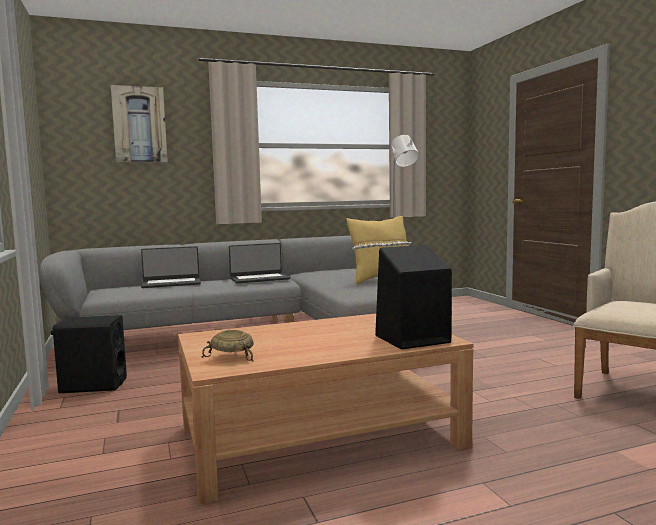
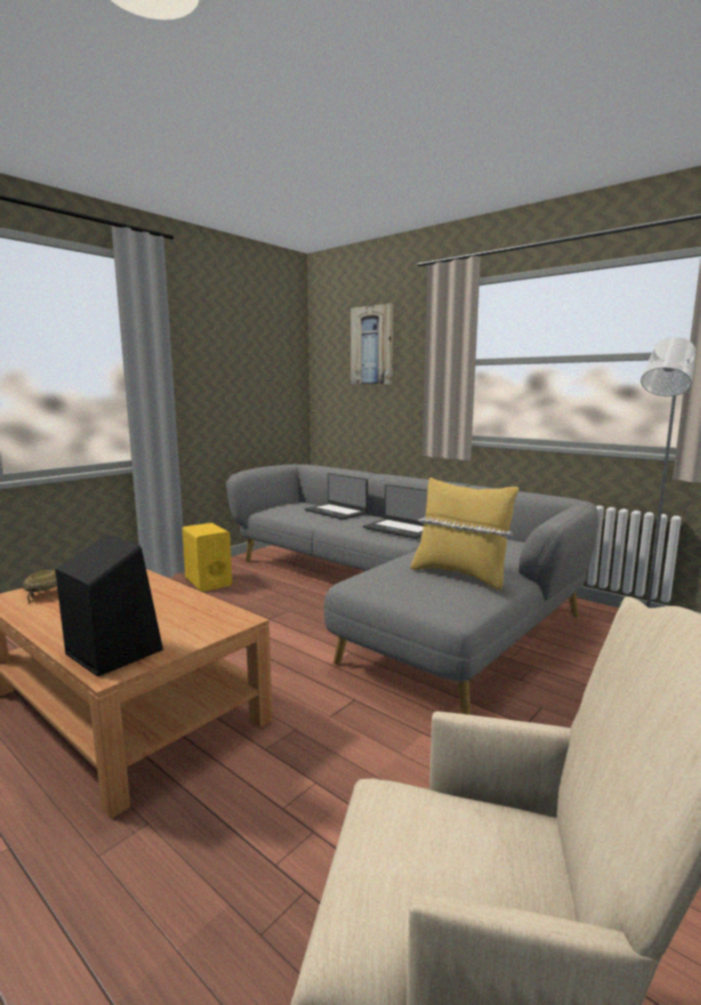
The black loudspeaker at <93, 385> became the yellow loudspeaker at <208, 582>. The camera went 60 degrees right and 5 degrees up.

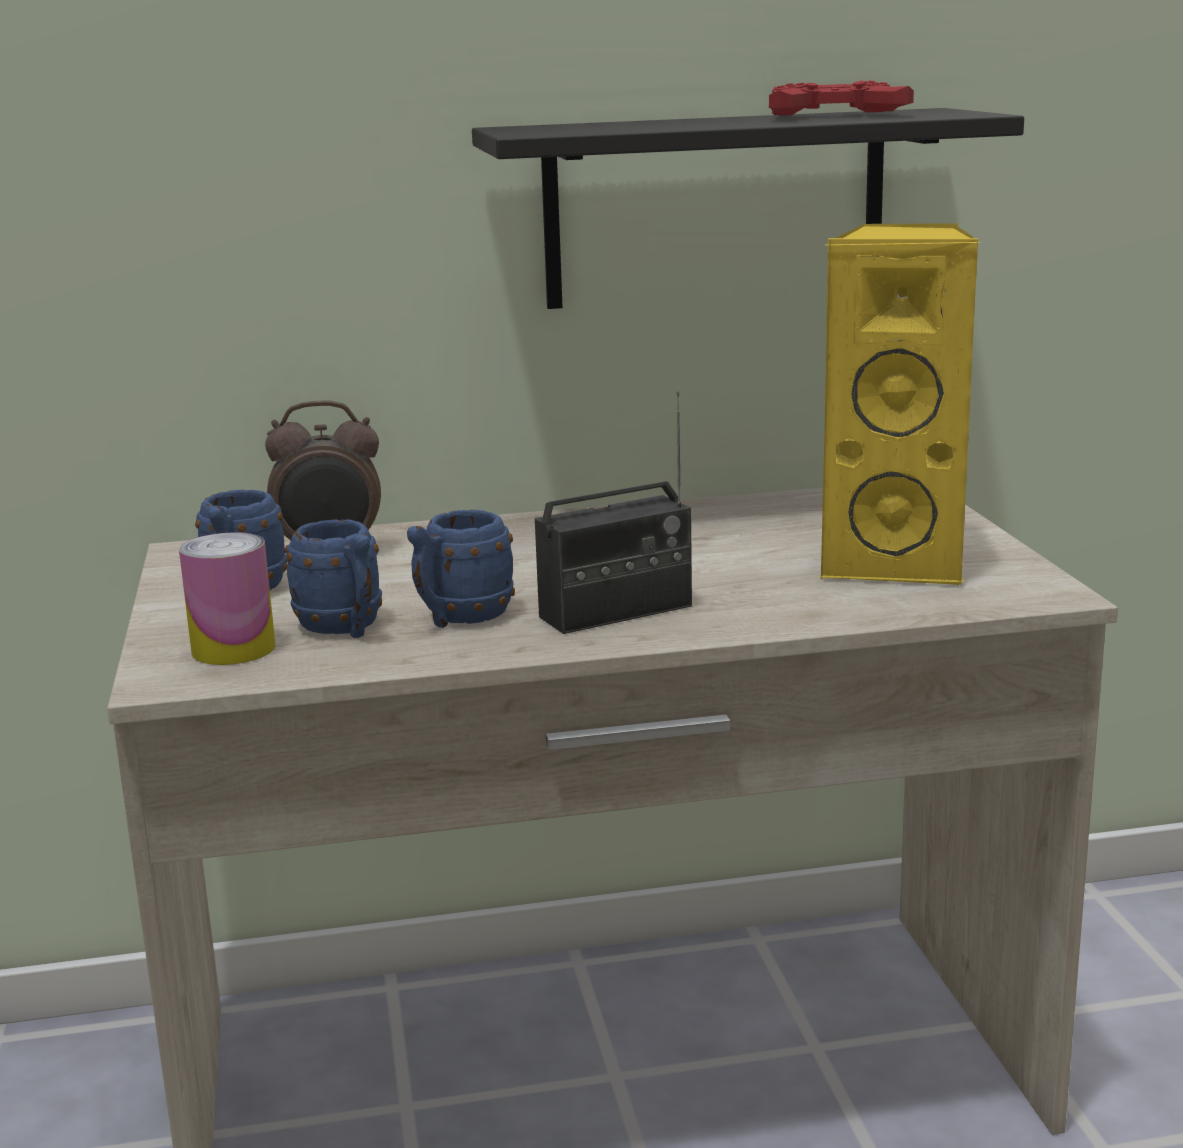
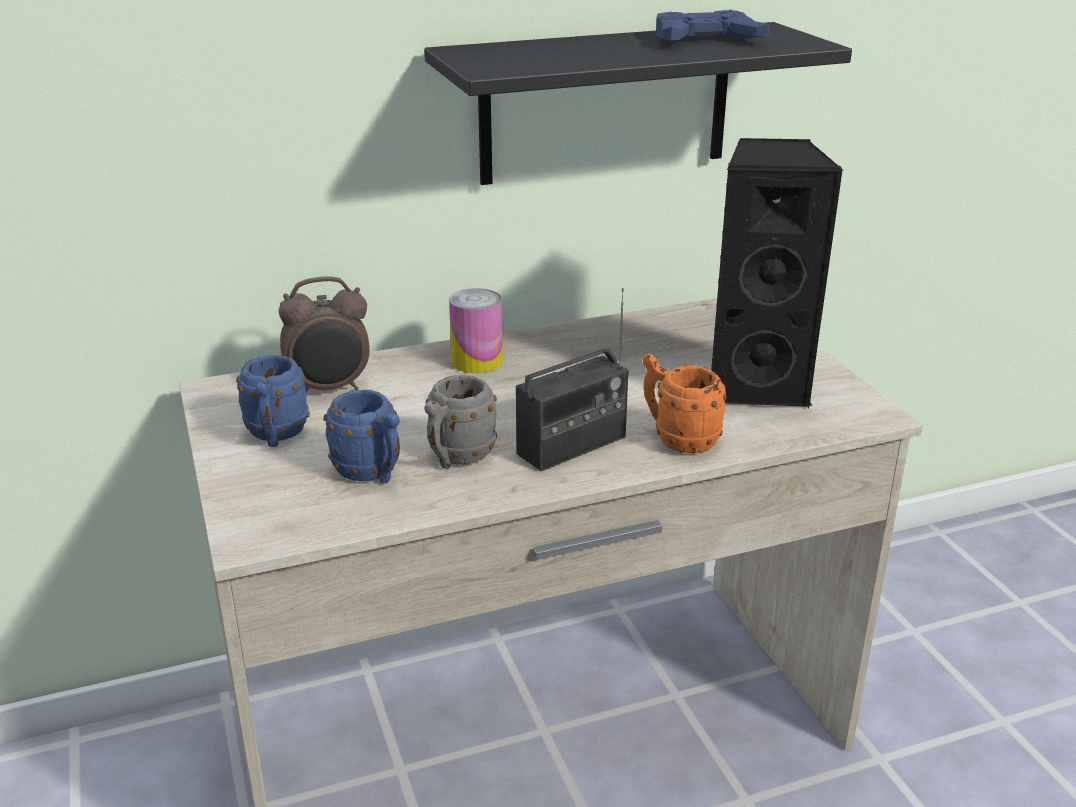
The red-coloured joypad at <834, 115> became the bluish joypad at <706, 40>. The yellow loudspeaker at <896, 563> became the black loudspeaker at <756, 385>. The bluish mug at <459, 618> became the grey mug at <456, 458>. The metal can moved from <233, 649> to <477, 361>. The orange mug at <677, 438> appeared. The camera went 10 degrees left and 10 degrees up.

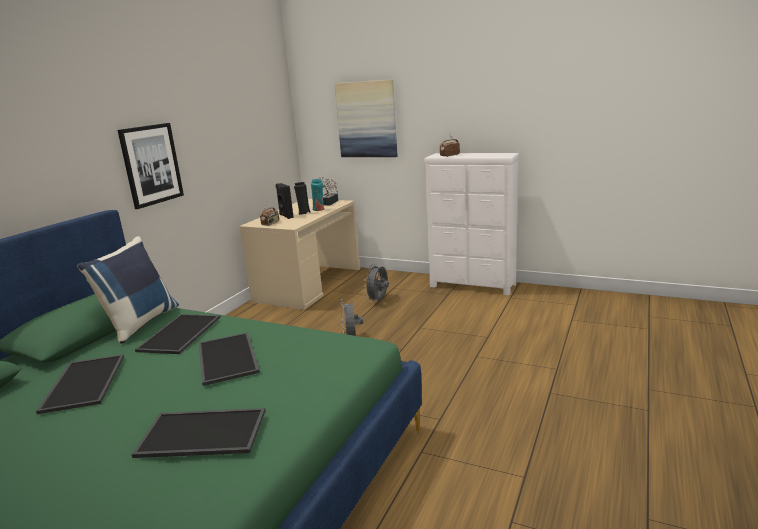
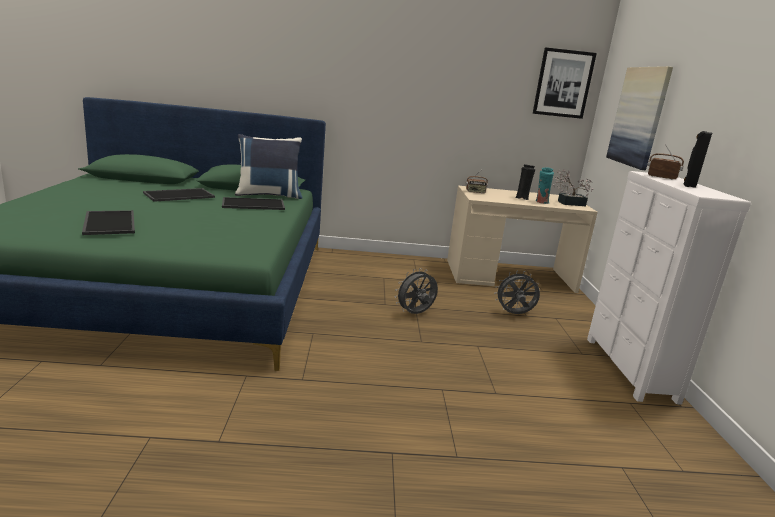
The wall art moved from <151, 164> to <563, 83>. The black loudspeaker moved from <285, 216> to <689, 184>. The carrying tray at <229, 358> disappeared. The camera went 60 degrees right and 0 degrees up.

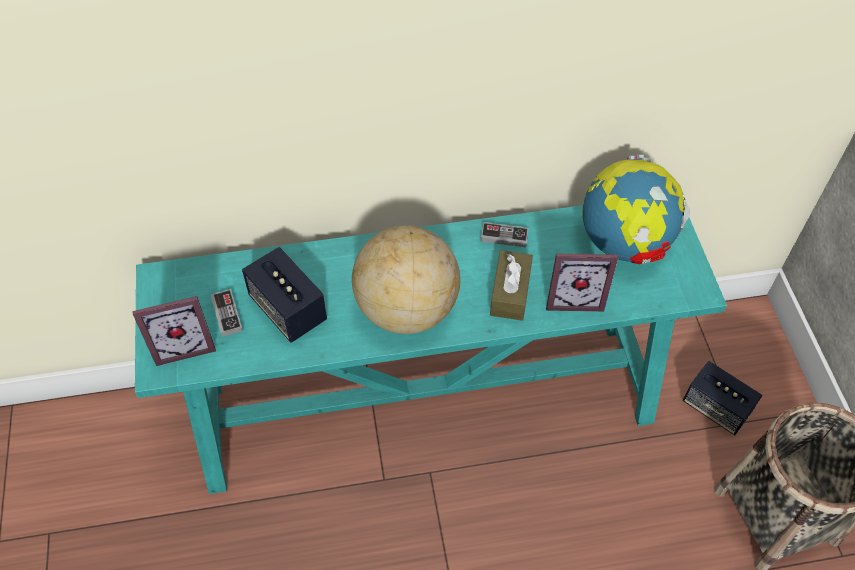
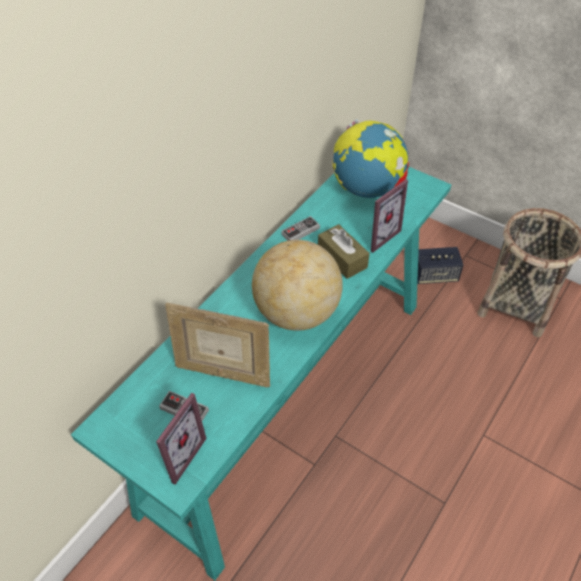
The loudspeaker at <288, 309> was replaced by the photo frame at <222, 372>. The camera went 45 degrees left and 5 degrees down.

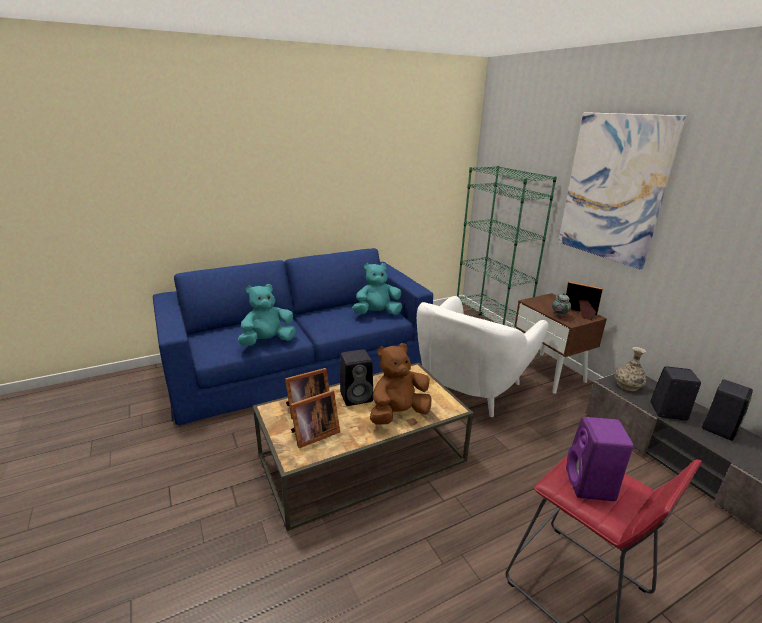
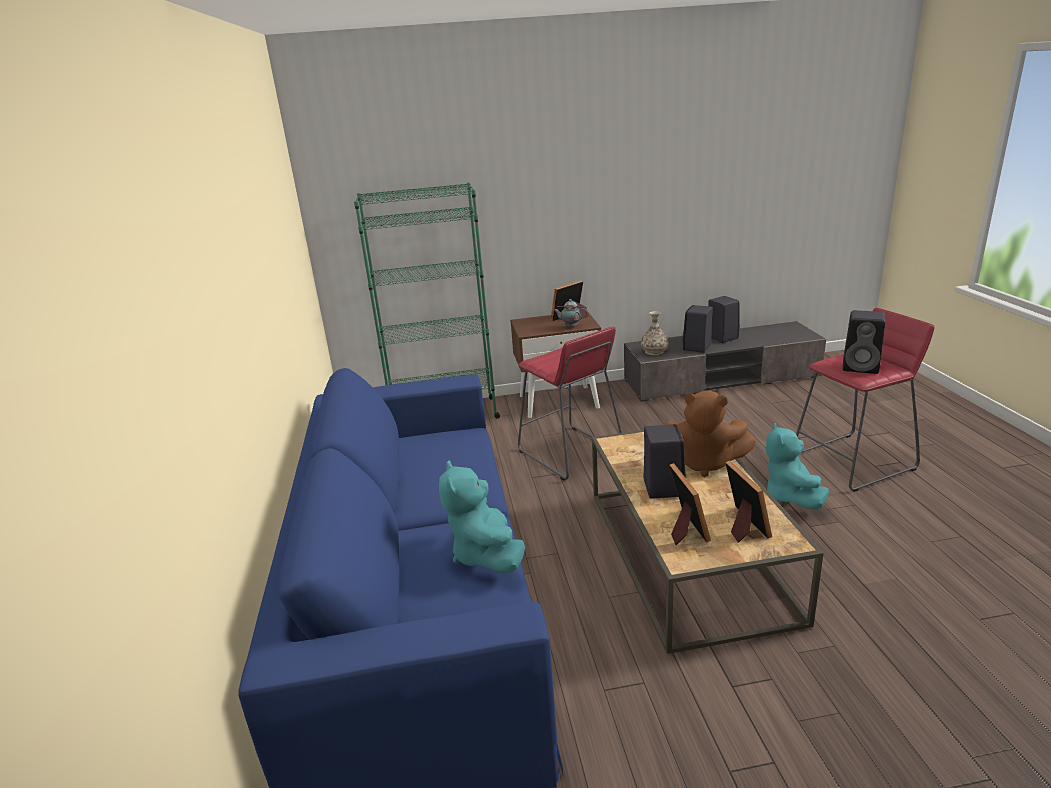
The wall art at <614, 188> disappeared. The turquoise-coloured soft toy moved from <377, 313> to <790, 496>. The whitish armchair at <471, 388> was replaced by the red-coloured stool at <570, 452>. The brown soft toy at <398, 414> turned 60 degrees counterclockwise. The purplish loudspeaker at <591, 486> became the black loudspeaker at <862, 367>. The camera went 70 degrees left and 0 degrees up.

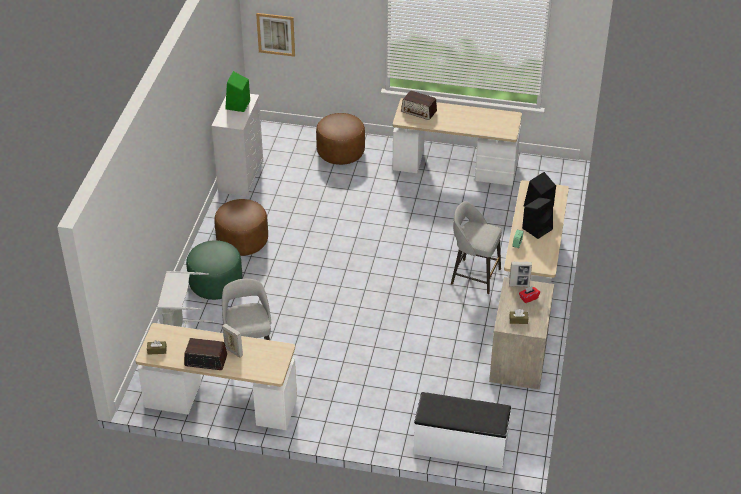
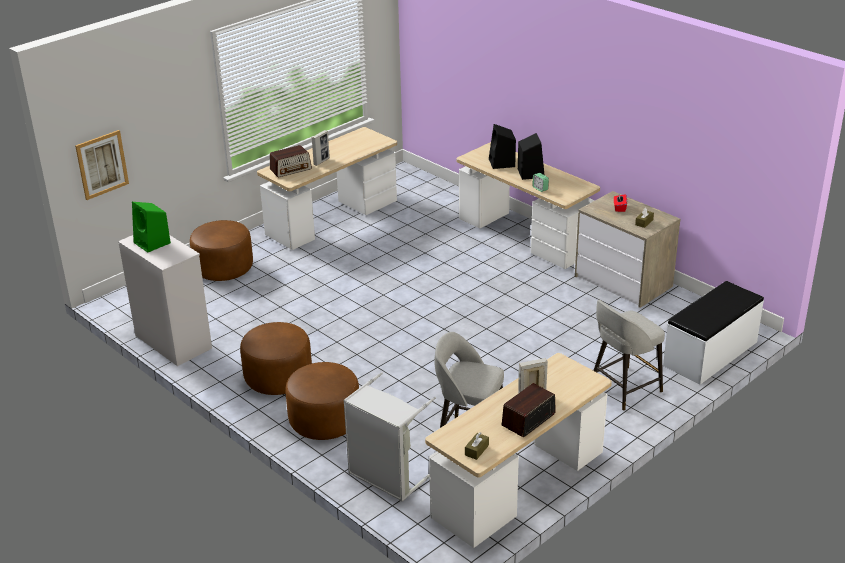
The grey stool moved from <474, 276> to <623, 389>. The green-coloured footrest at <216, 283> became the brown footrest at <324, 421>. The photo frame moved from <519, 285> to <321, 161>. The camera went 55 degrees left and 10 degrees down.

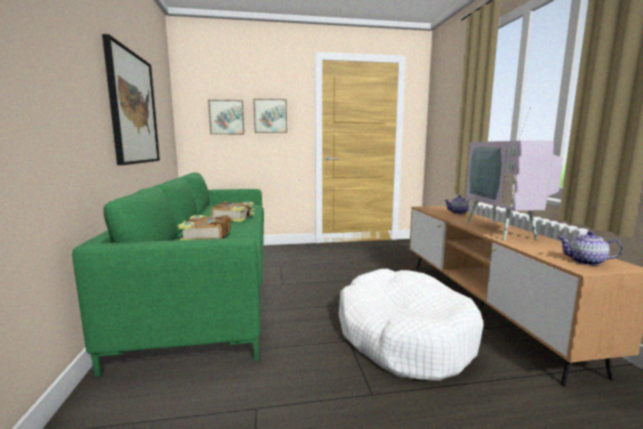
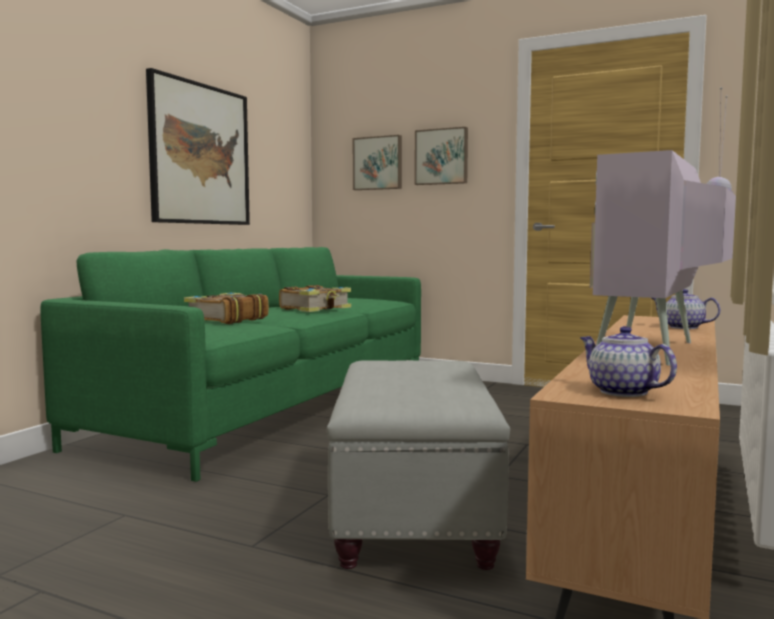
The whitish dog cushion at <403, 335> was replaced by the grey footrest at <413, 511>. The camera went 35 degrees right and 5 degrees down.

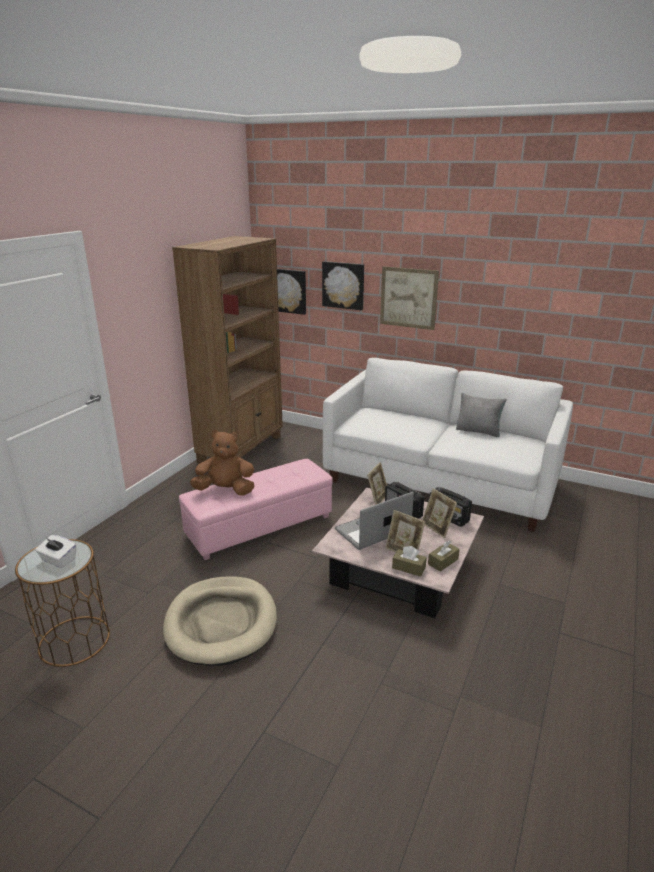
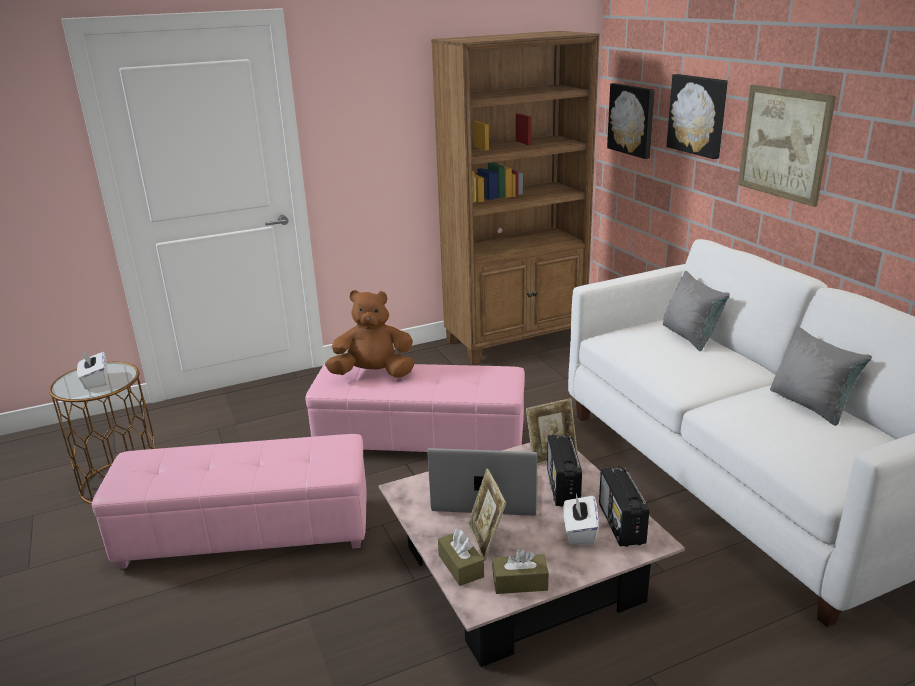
The brown soft toy at <225, 490> turned 45 degrees counterclockwise. The photo frame at <437, 528> was replaced by the whitish tissue holder at <579, 532>. The sand-coloured dog cushion at <221, 623> was replaced by the pink footrest at <248, 532>. The grey cushion at <690, 337> appeared. The camera went 40 degrees right and 0 degrees up.

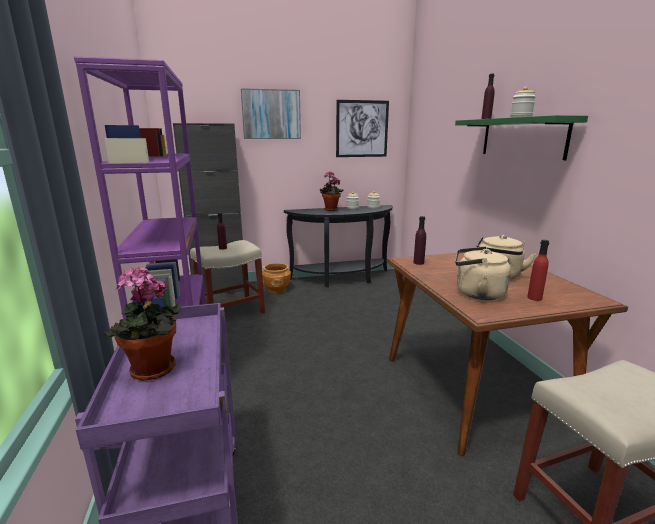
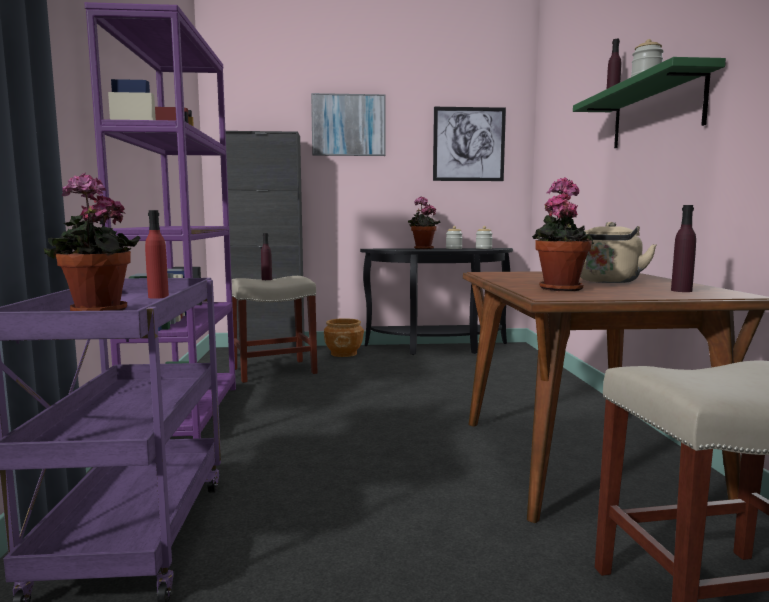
The purplish drink bottle moved from <418, 263> to <681, 291>. The red-coloured drink bottle moved from <534, 298> to <158, 297>. The sand-coloured tea kettle at <476, 293> was replaced by the plant in a pot at <559, 288>. The camera went 10 degrees right and 10 degrees down.

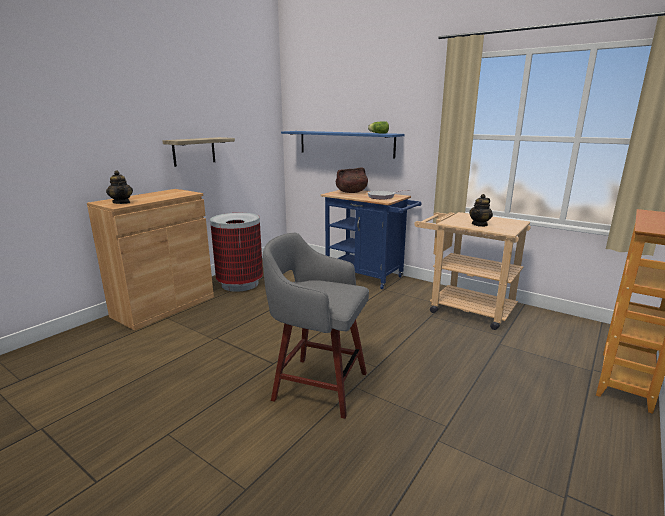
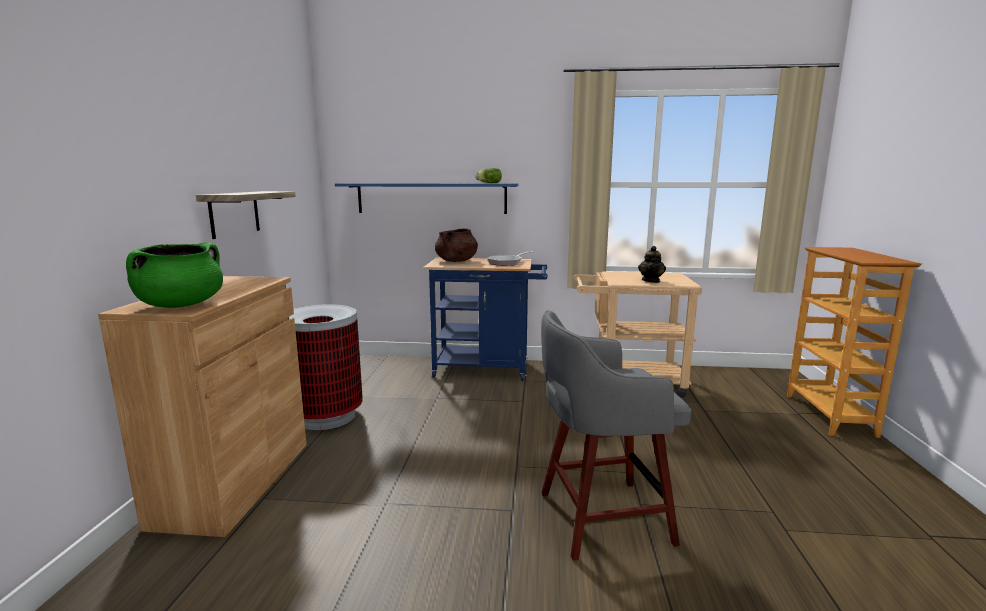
The pot for tea at <122, 202> was replaced by the green-coloured saucepot at <181, 305>. The camera went 30 degrees left and 5 degrees down.

